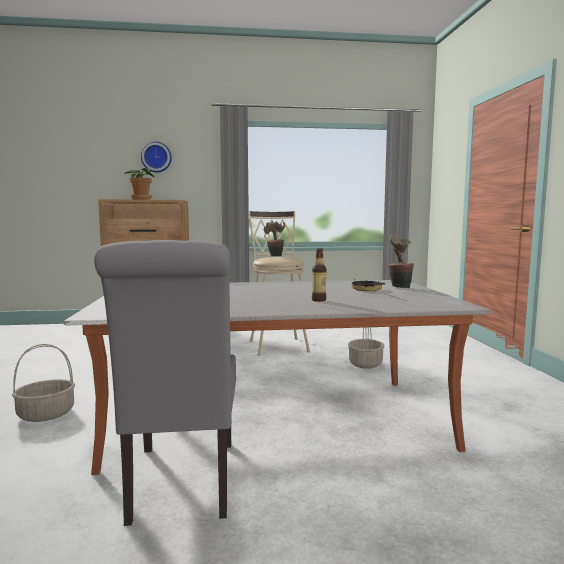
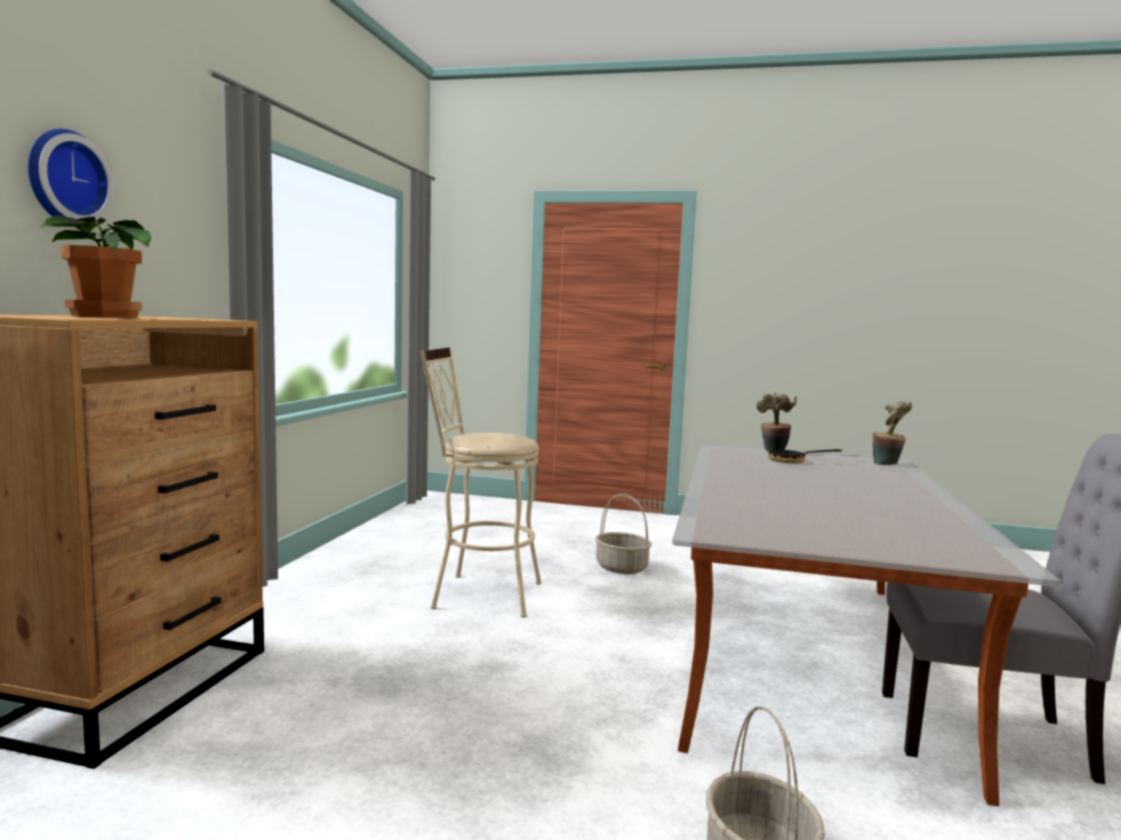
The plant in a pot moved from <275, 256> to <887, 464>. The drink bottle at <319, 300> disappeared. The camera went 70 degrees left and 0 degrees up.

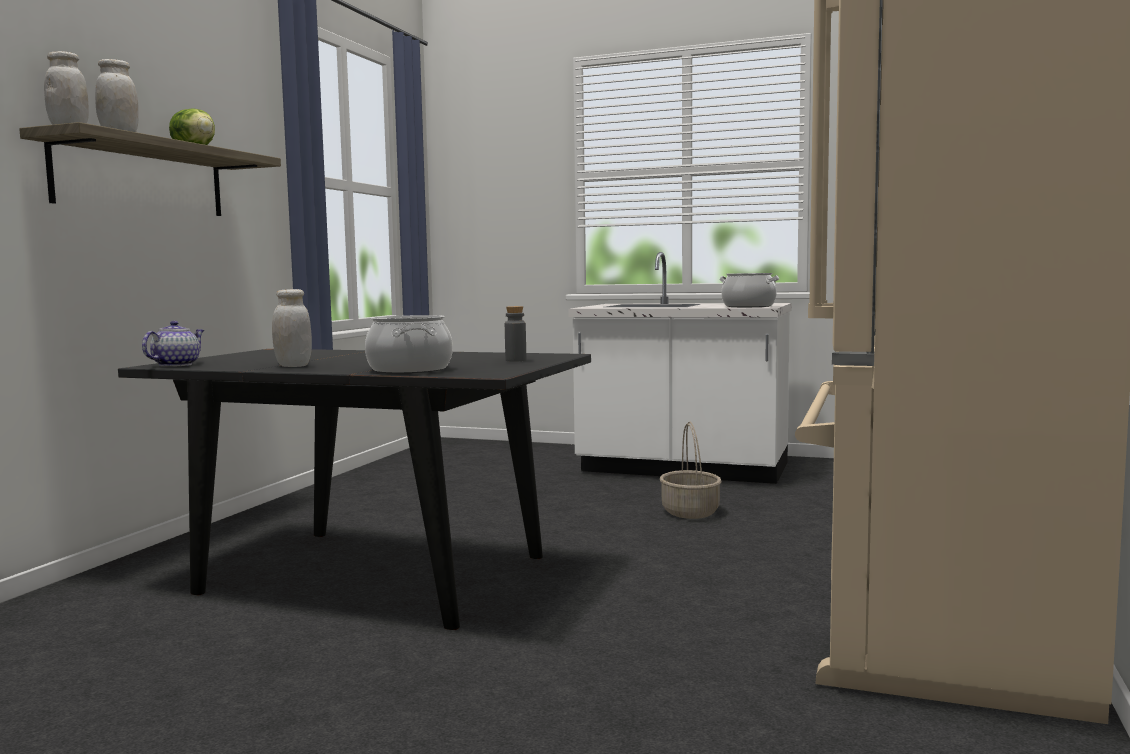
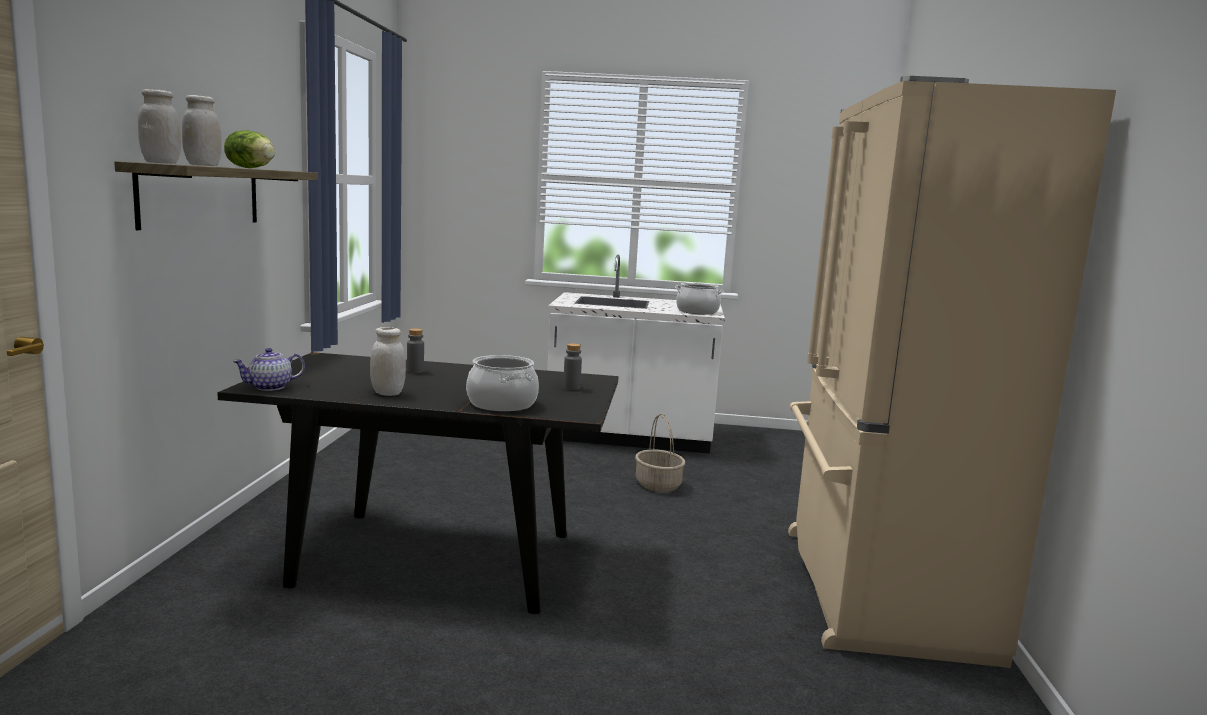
The pot for tea at <176, 365> turned 135 degrees counterclockwise. The grey drink bottle at <415, 371> appeared. The camera went 15 degrees left and 5 degrees up.

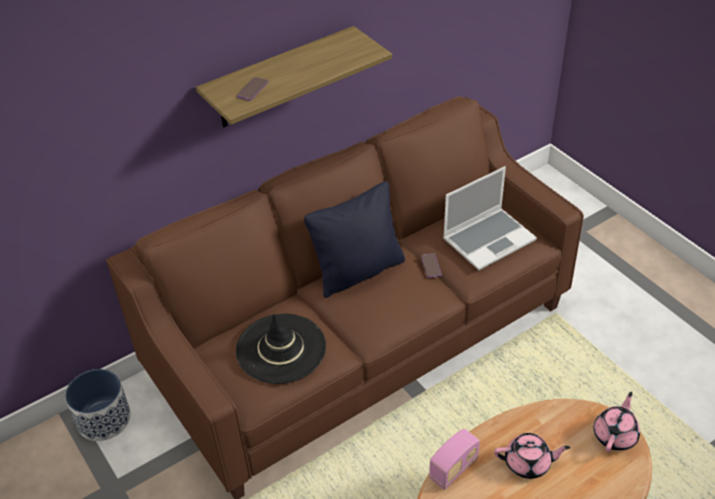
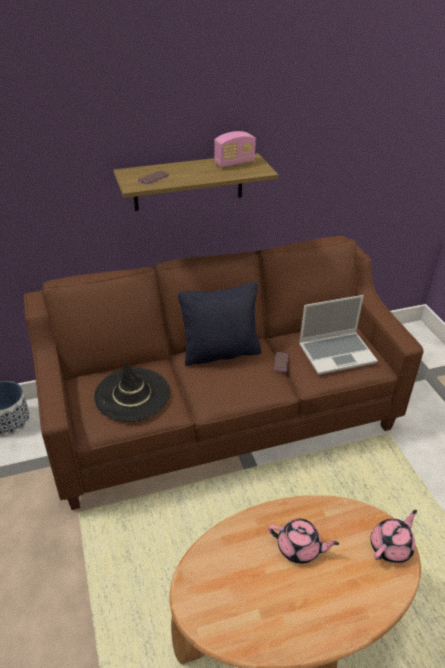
The radio moved from <453, 469> to <234, 163>. The camera went 15 degrees right and 5 degrees down.

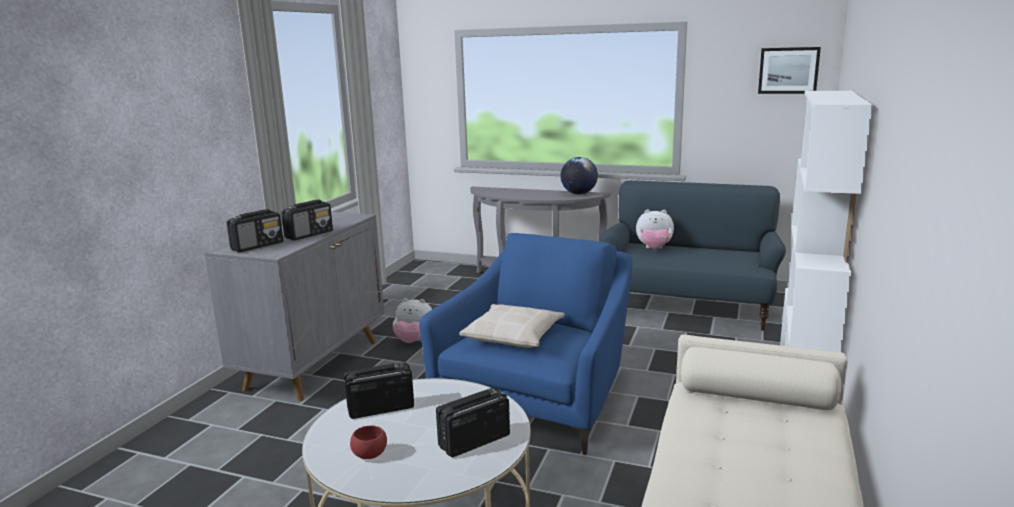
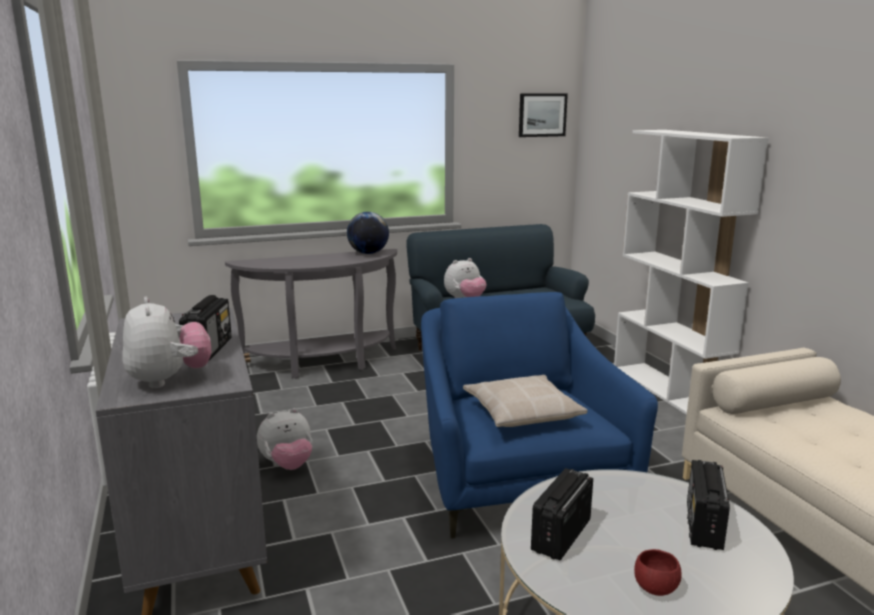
The radio at <258, 246> was replaced by the soft toy at <169, 380>. The camera went 40 degrees left and 0 degrees up.

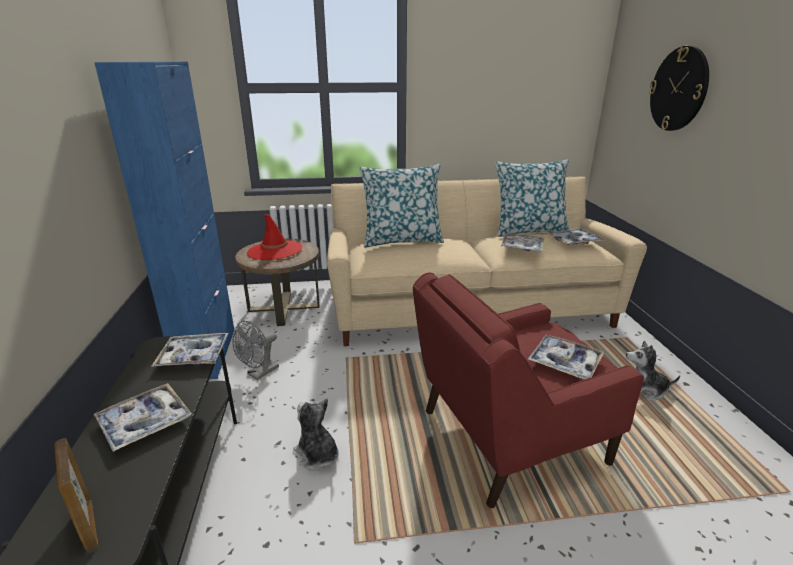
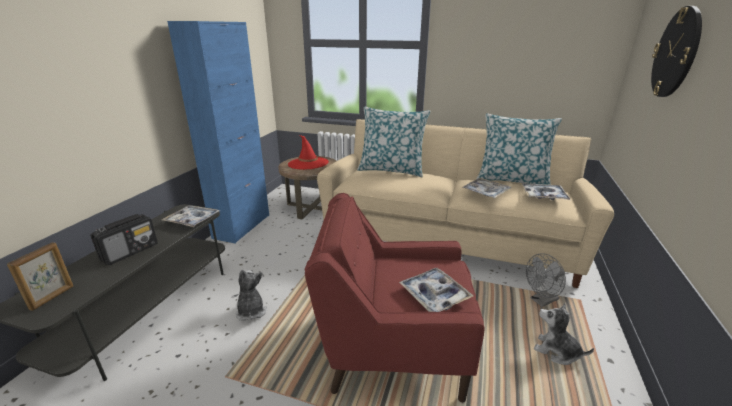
The grey electric fan moved from <259, 373> to <541, 301>. The carrying tray at <145, 422> was replaced by the radio at <130, 251>. The photo frame at <88, 525> turned 150 degrees counterclockwise. The camera went 25 degrees right and 0 degrees up.

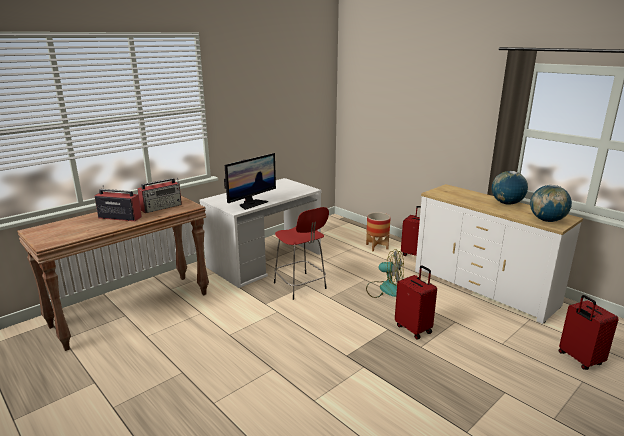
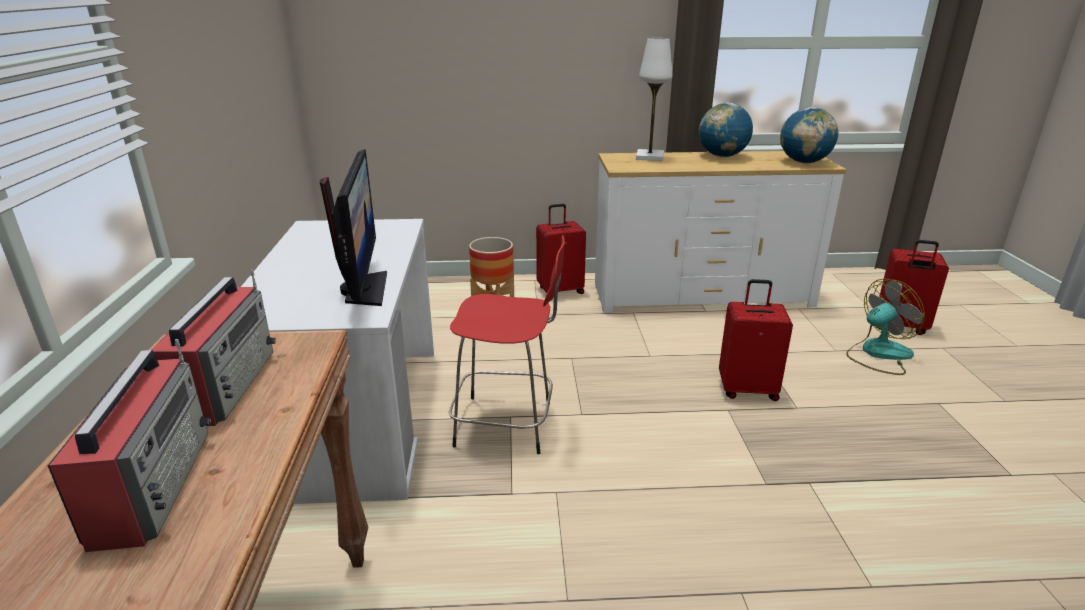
The radio at <119, 217> turned 120 degrees clockwise. The electric fan moved from <384, 289> to <878, 354>. The whitish lamp for a table at <650, 157> appeared. The camera went 50 degrees left and 5 degrees up.

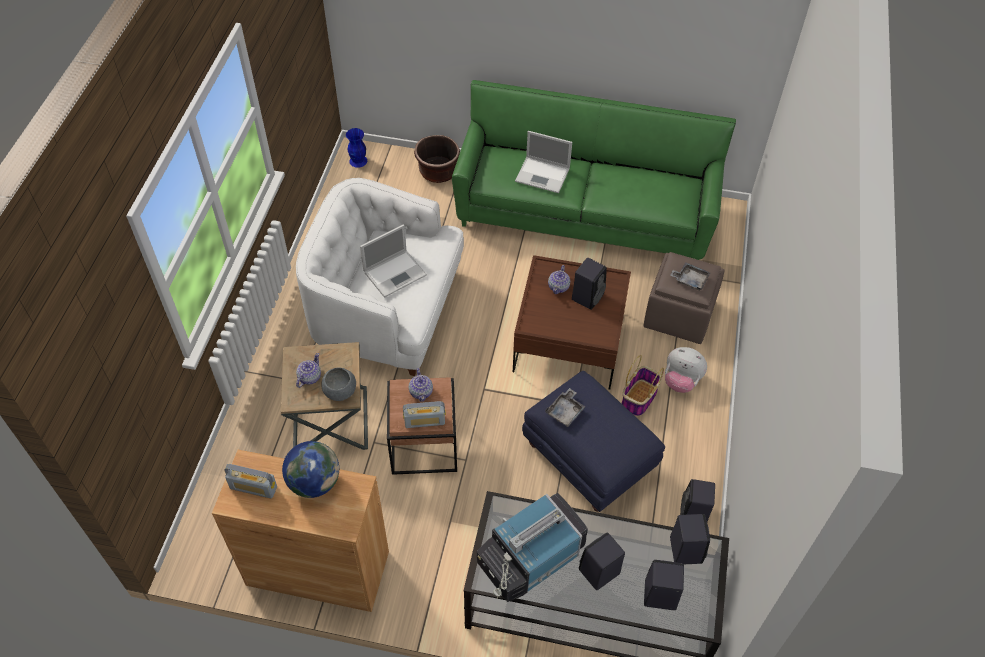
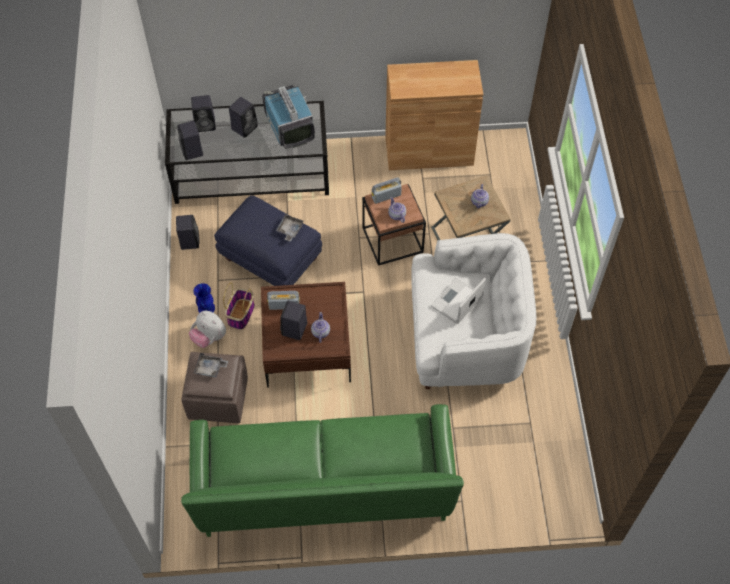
The bluish flower vase moved from <358, 161> to <206, 308>. The portable computer at <543, 175> disappeared. The brown plant pot at <438, 172> disappeared. The soft toy at <681, 381> turned 150 degrees counterclockwise. The grey serving bowl at <340, 391> disappeared. The globe at <314, 482> disappeared. The radio moved from <253, 487> to <284, 305>. The TV set at <529, 558> turned 60 degrees counterclockwise. The camera went 165 degrees right and 5 degrees up.

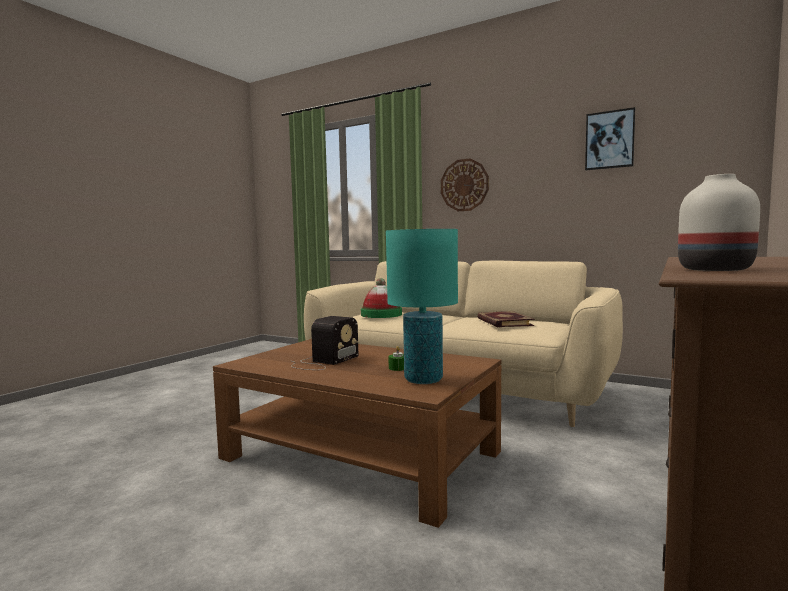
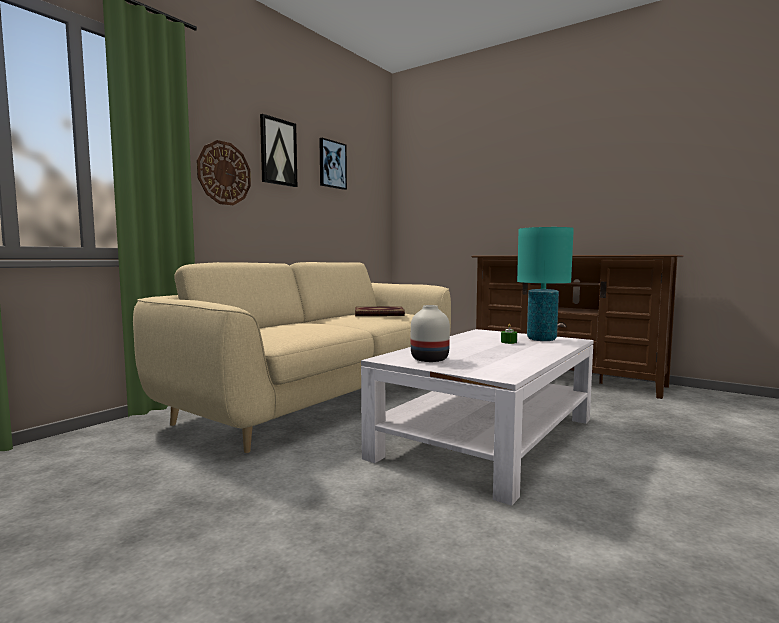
The whitish flower vase moved from <714, 269> to <430, 359>. The clothing hat at <381, 314> disappeared. The radio at <323, 362> disappeared. The brown low table at <361, 455> became the whitish low table at <488, 437>. The wall art at <278, 152> appeared. The camera went 85 degrees left and 0 degrees up.

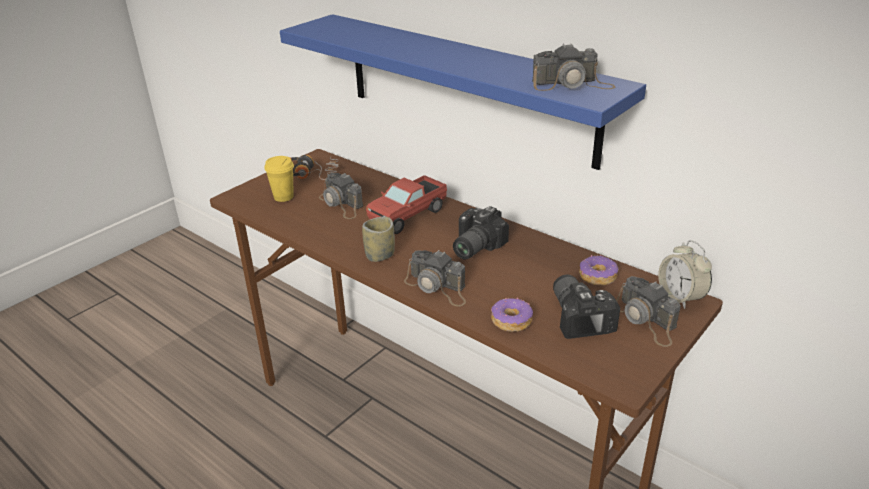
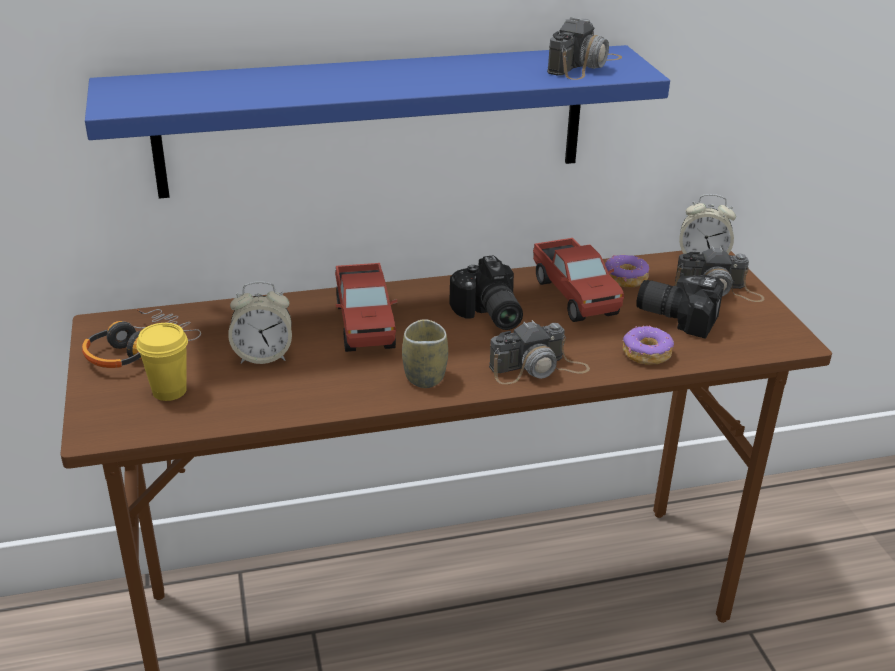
The photo camera at <341, 204> was replaced by the alarm clock at <263, 356>. The toy lorry at <574, 296> appeared. The camera went 55 degrees left and 0 degrees up.

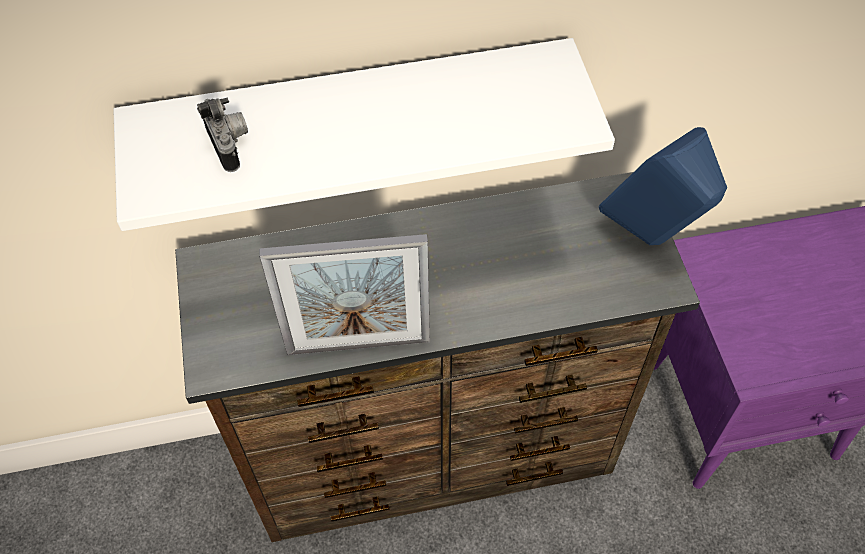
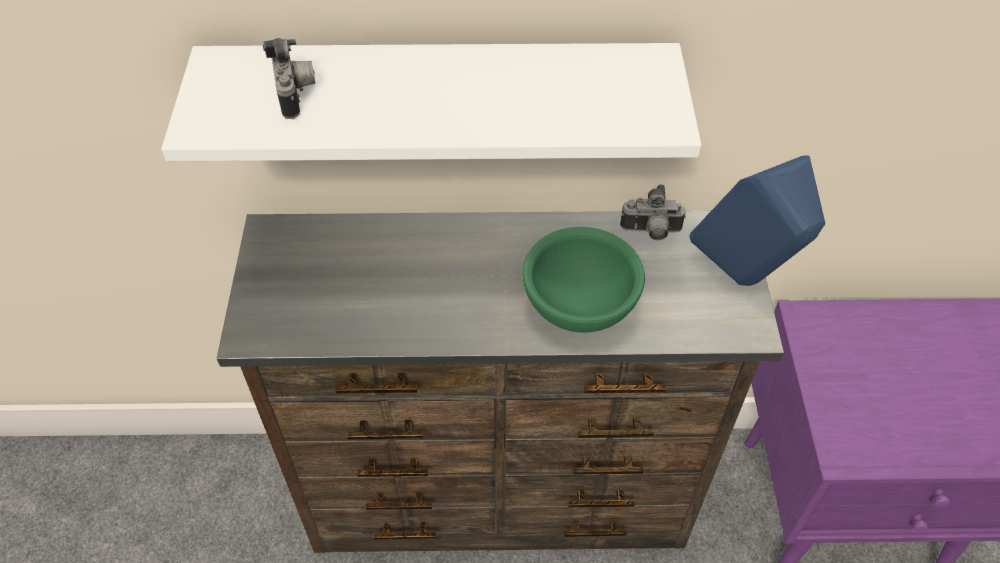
The photo frame at <358, 345> disappeared. The photo camera at <651, 232> appeared. The green-coloured serving bowl at <578, 305> appeared. The camera went 10 degrees right and 5 degrees down.

